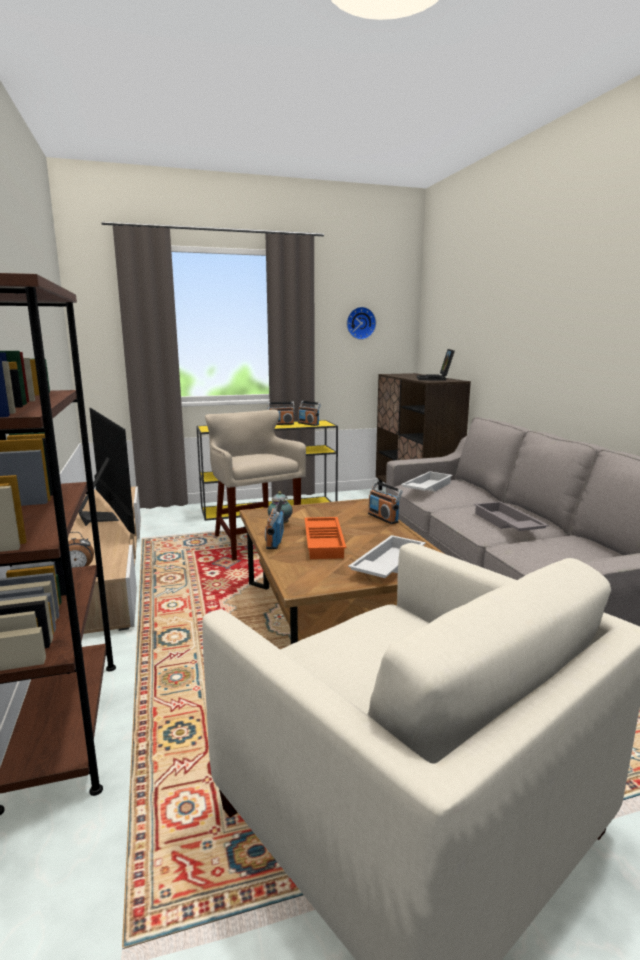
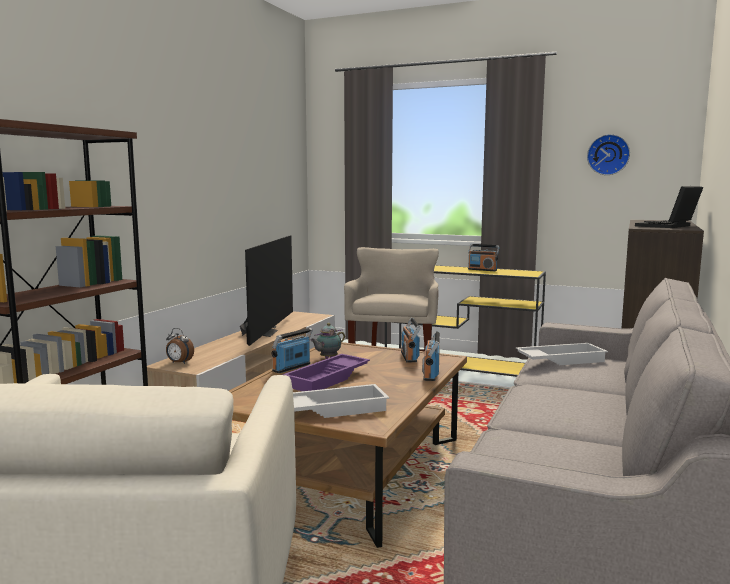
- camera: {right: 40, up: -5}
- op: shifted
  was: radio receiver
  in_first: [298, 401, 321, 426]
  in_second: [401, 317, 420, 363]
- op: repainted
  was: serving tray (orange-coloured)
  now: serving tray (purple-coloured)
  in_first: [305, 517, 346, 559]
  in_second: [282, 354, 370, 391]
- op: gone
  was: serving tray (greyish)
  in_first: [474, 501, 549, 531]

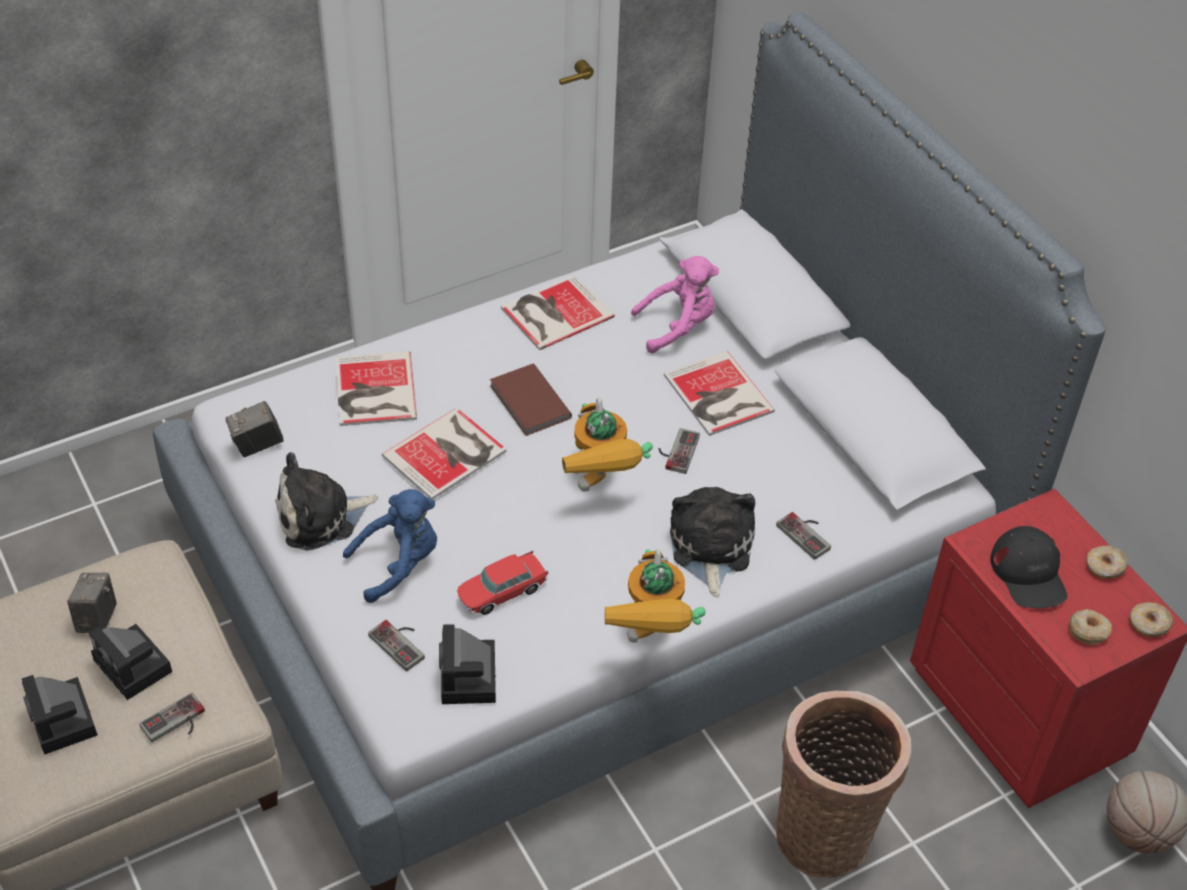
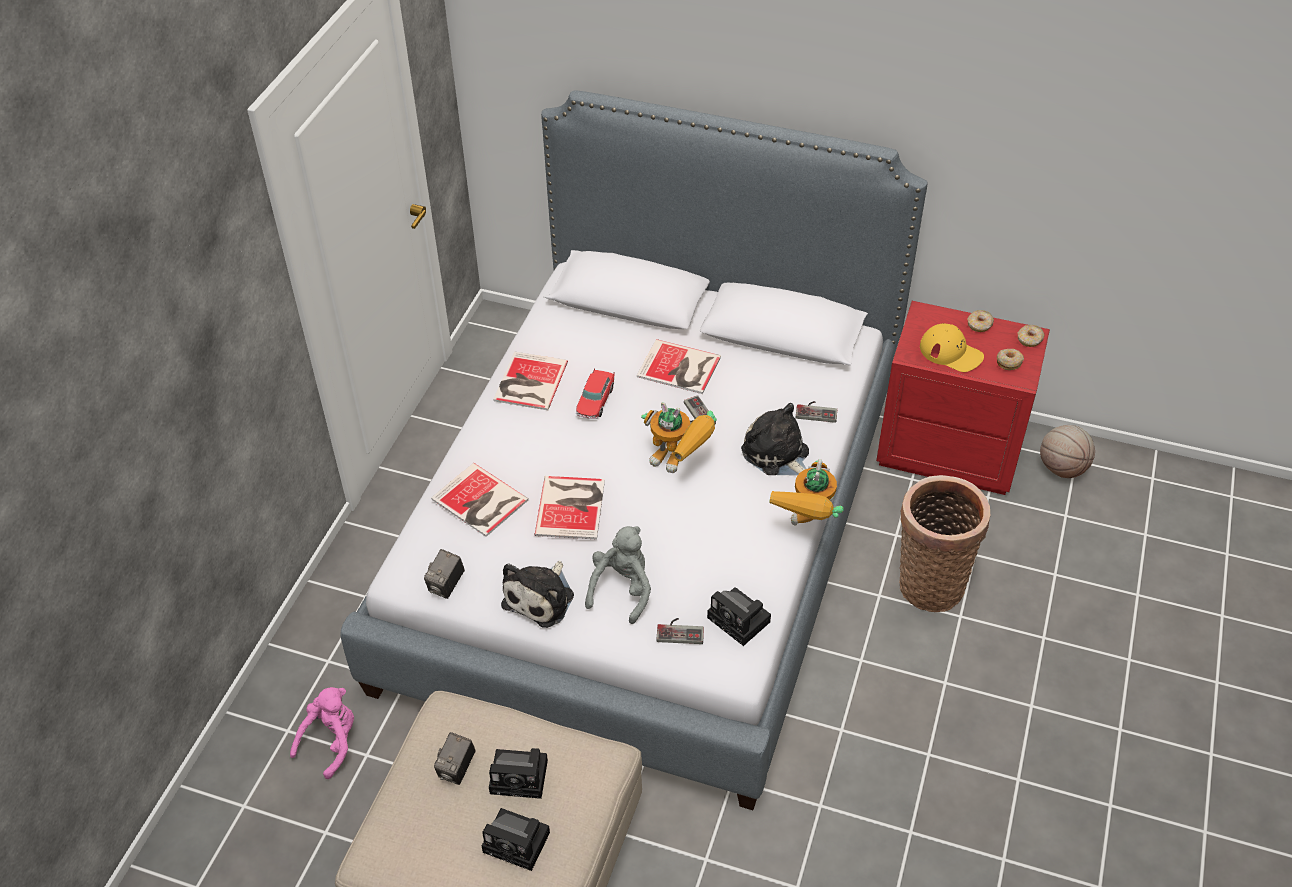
- camera: {right: -40, up: 0}
- op: rotated
  was: photo camera
  in_first: [67, 573, 117, 633]
  in_second: [434, 732, 476, 785]
  clockwise: -120
- op: gone
  was: gamepad
  in_first: [139, 693, 205, 742]
- op: repainted
  was: soft toy (blue-coloured)
  now: soft toy (greyish)
  in_first: [343, 489, 437, 603]
  in_second: [585, 526, 651, 624]
- op: shifted
  was: model car
  in_first: [457, 551, 548, 615]
  in_second: [576, 368, 615, 419]
- op: gone
  was: volume (brown-coloured)
  in_first: [490, 363, 572, 436]
- op: rotated
  was: model robot
  in_first: [605, 549, 706, 643]
  in_second: [769, 459, 844, 525]
  clockwise: 60
- op: shifted
  was: soft toy (pinkish)
  in_first: [631, 256, 719, 353]
  in_second: [290, 687, 354, 779]
- op: repainted
  was: cap (black)
  now: cap (yellow-coloured)
  in_first: [991, 526, 1068, 608]
  in_second: [920, 323, 984, 372]

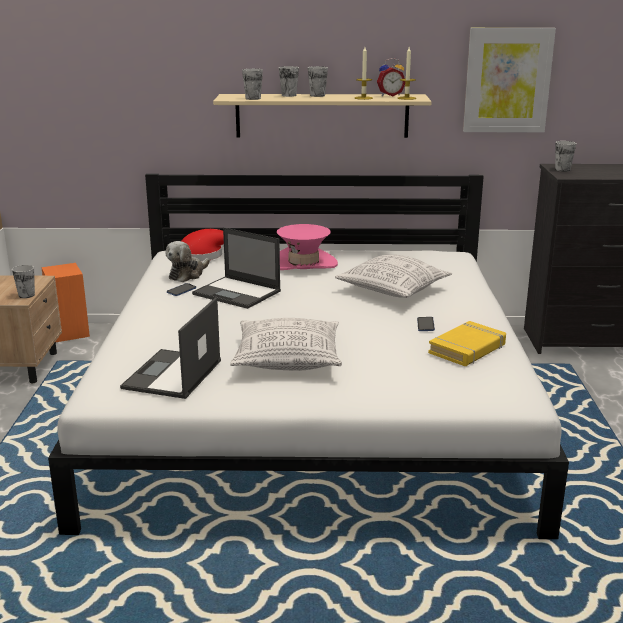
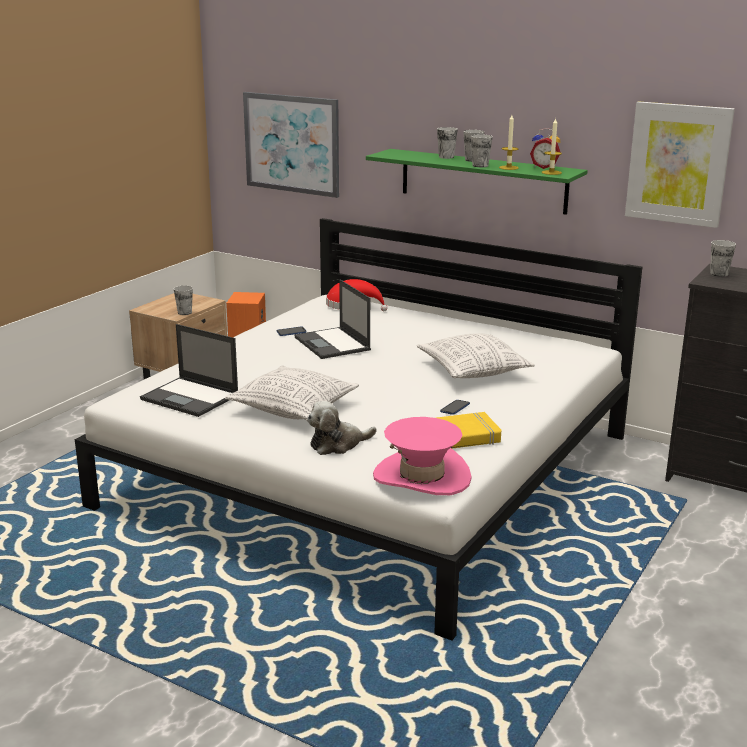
- camera: {right: 30, up: 0}
- op: rotated
  was: portable computer
  in_first: [120, 297, 221, 399]
  in_second: [140, 324, 238, 417]
  clockwise: -105
- op: shifted
  was: soft toy
  in_first: [165, 241, 210, 282]
  in_second: [307, 401, 377, 455]
- op: repainted
  was: shelf (beige)
  now: shelf (green)
  in_first: [213, 94, 431, 138]
  in_second: [366, 149, 588, 215]
- op: shifted
  was: drinking cup
  in_first: [242, 69, 263, 100]
  in_second: [471, 134, 493, 167]
- op: shifted
  was: clothing hat (pinkish)
  in_first: [277, 224, 338, 270]
  in_second: [373, 417, 472, 495]
- op: new
  now: wall picture
  in_second: [243, 92, 339, 198]

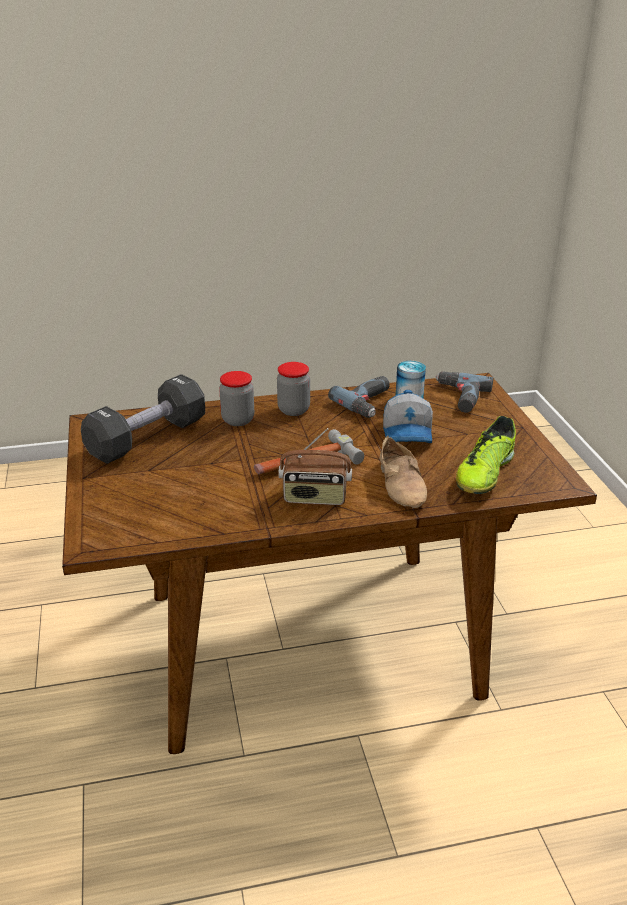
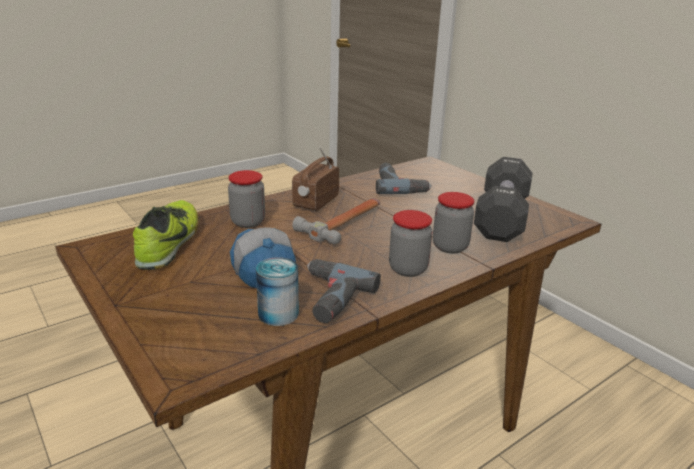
- camera: {right: 155, up: -5}
- op: rotated
  was: radio receiver
  in_first: [278, 428, 352, 505]
  in_second: [292, 147, 339, 211]
  clockwise: -45
- op: swapped
  was: low shoe (beige)
  now: jar
  in_first: [380, 436, 427, 508]
  in_second: [228, 170, 265, 228]
- op: shifted
  was: drill
  in_first: [435, 371, 493, 413]
  in_second: [376, 163, 432, 194]

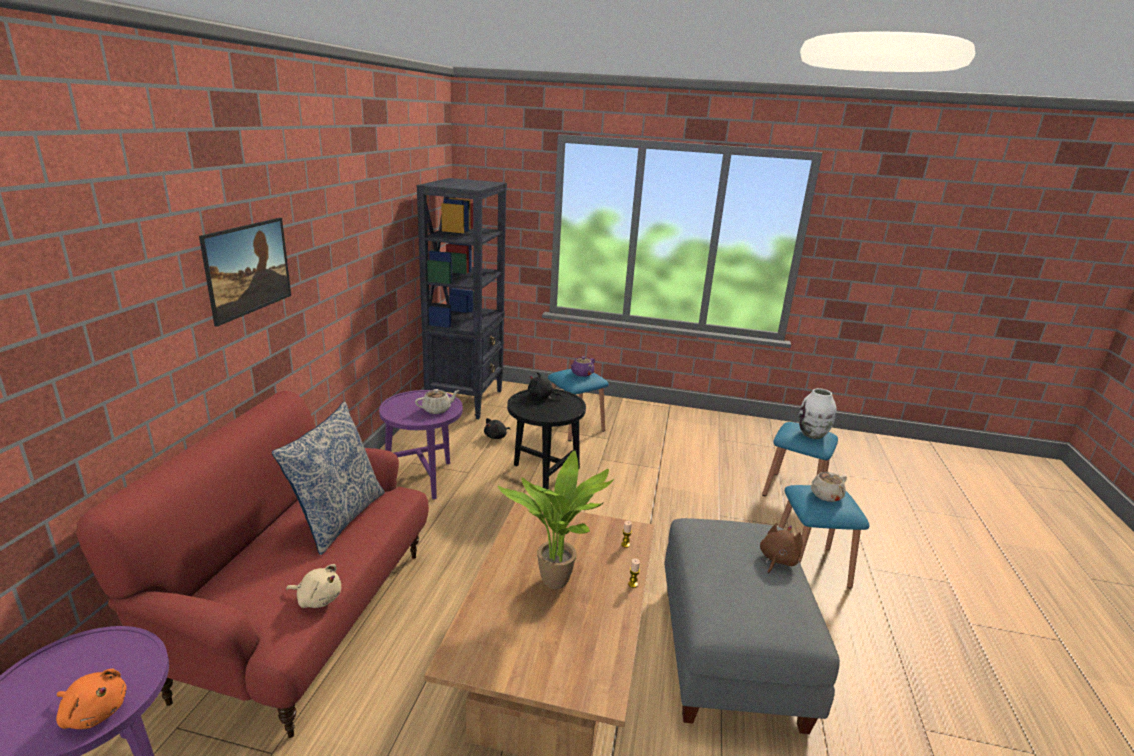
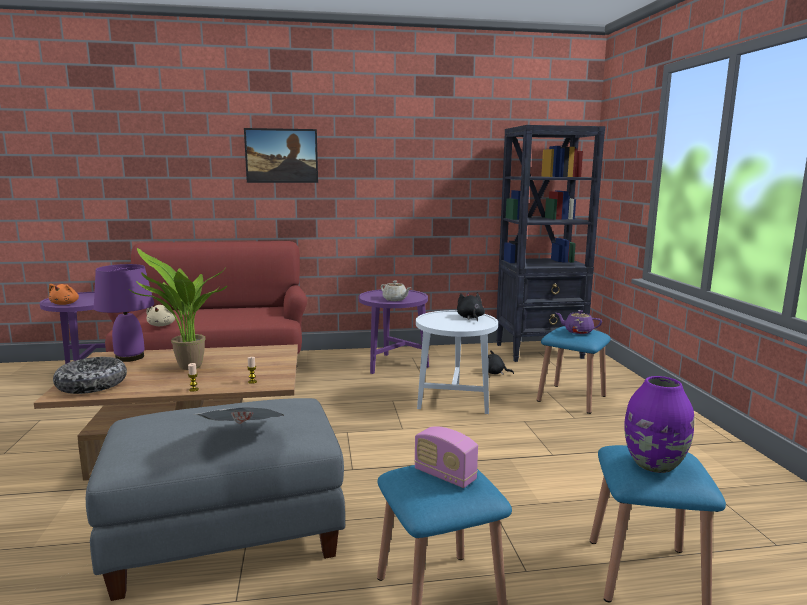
- camera: {right: 70, up: -10}
- op: gone
  was: cushion
  in_first: [272, 402, 385, 555]
- op: repainted
  was: side table (black)
  now: side table (whitish)
  in_first: [507, 389, 586, 495]
  in_second: [416, 310, 498, 414]
- op: swapped
  was: soft toy (brown-coloured)
  now: newspaper
  in_first: [760, 523, 803, 574]
  in_second: [195, 407, 284, 424]
- op: repainted
  was: decorative vase (whitish)
  now: decorative vase (purple-coloured)
  in_first: [799, 388, 837, 439]
  in_second: [624, 376, 694, 473]
- op: swapped
  was: teapot (beige)
  now: radio receiver
  in_first: [811, 472, 847, 502]
  in_second: [414, 427, 478, 488]
- op: new
  now: serving bowl
  in_second: [53, 357, 127, 394]
- op: new
  now: tabletop lamp (purple-coloured)
  in_second: [94, 264, 154, 362]

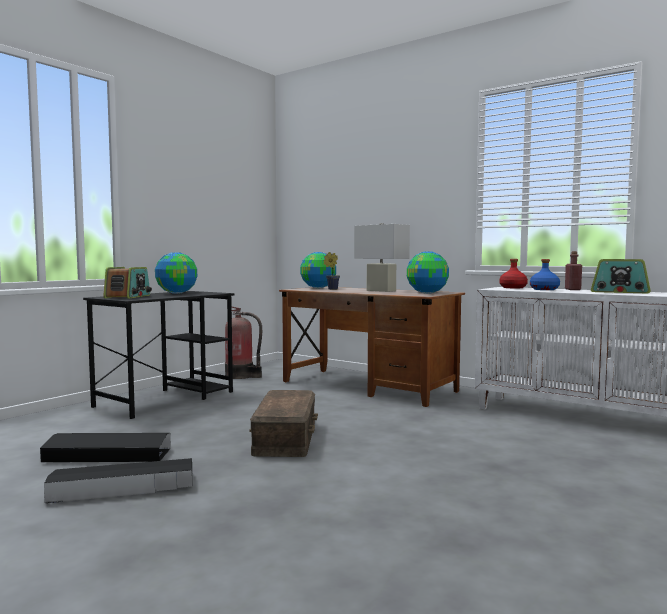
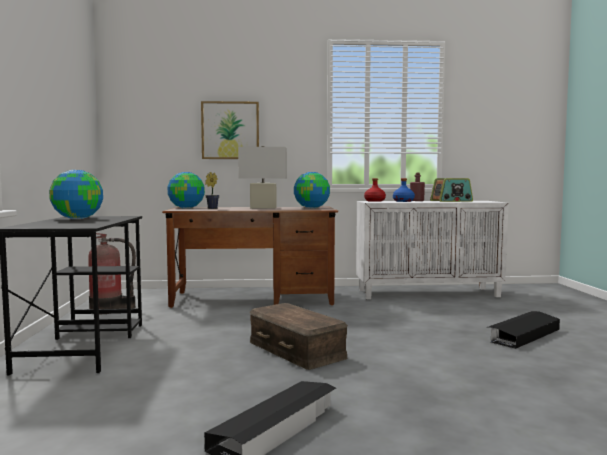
- camera: {right: -40, up: 0}
- op: shifted
  was: storage box (black)
  in_first: [40, 433, 171, 462]
  in_second: [488, 311, 560, 349]
- op: gone
  was: radio receiver
  in_first: [103, 267, 152, 299]
- op: new
  now: wall picture
  in_second: [201, 101, 259, 159]

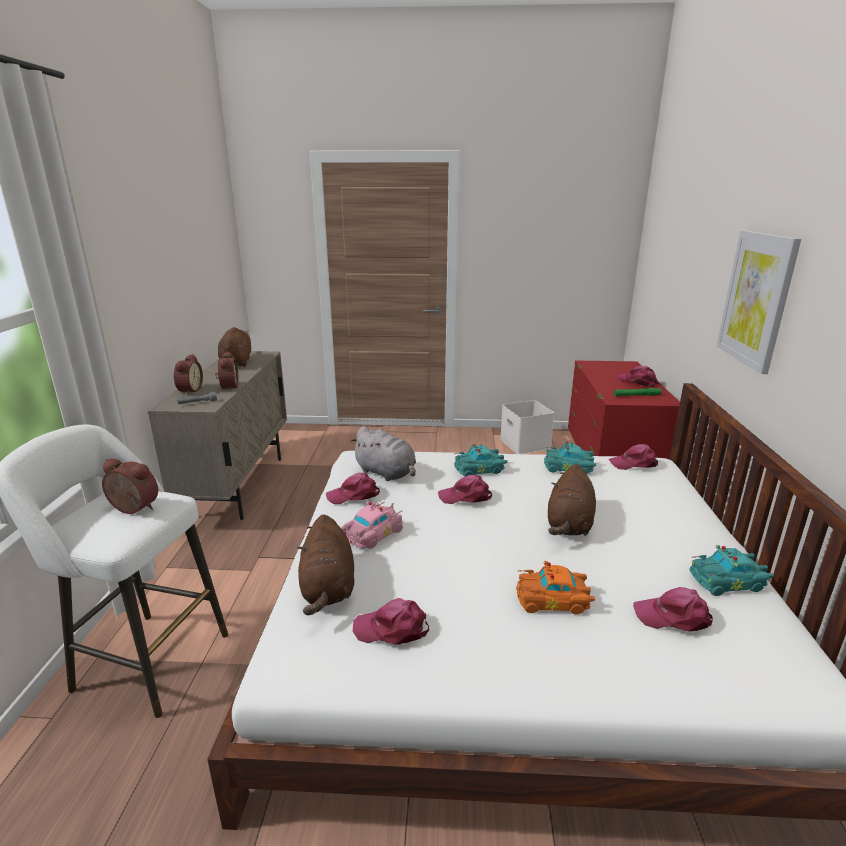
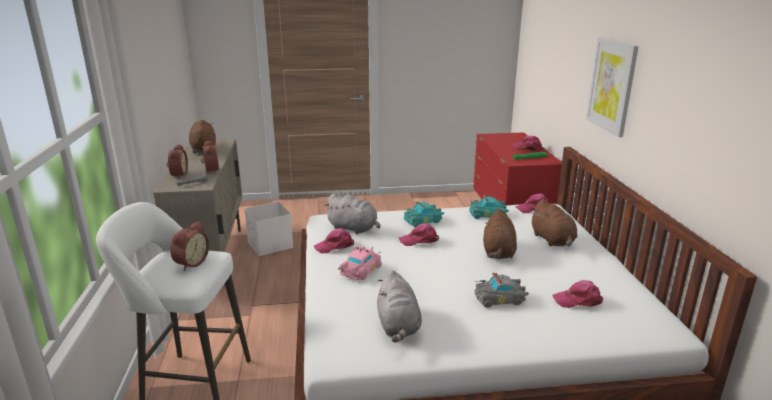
- camera: {right: -10, up: 0}
- op: rotated
  was: bedside clock
  in_first: [102, 458, 158, 514]
  in_second: [170, 221, 209, 271]
  clockwise: 105
- op: shifted
  was: soft toy (brown-coloured)
  in_first: [297, 514, 354, 615]
  in_second: [530, 199, 577, 246]
- op: swapped
  was: cap (pinkish)
  now: soft toy (greyish)
  in_first: [353, 598, 429, 645]
  in_second: [377, 270, 422, 343]
- op: shifted
  was: storage box (whitish)
  in_first: [500, 400, 554, 454]
  in_second: [244, 202, 293, 256]
- op: repainted
  was: model car (orange-coloured)
  now: model car (greyish)
  in_first: [516, 561, 595, 614]
  in_second: [475, 273, 529, 308]
- op: gone
  was: model car (blue-green)
  in_first: [689, 545, 774, 596]

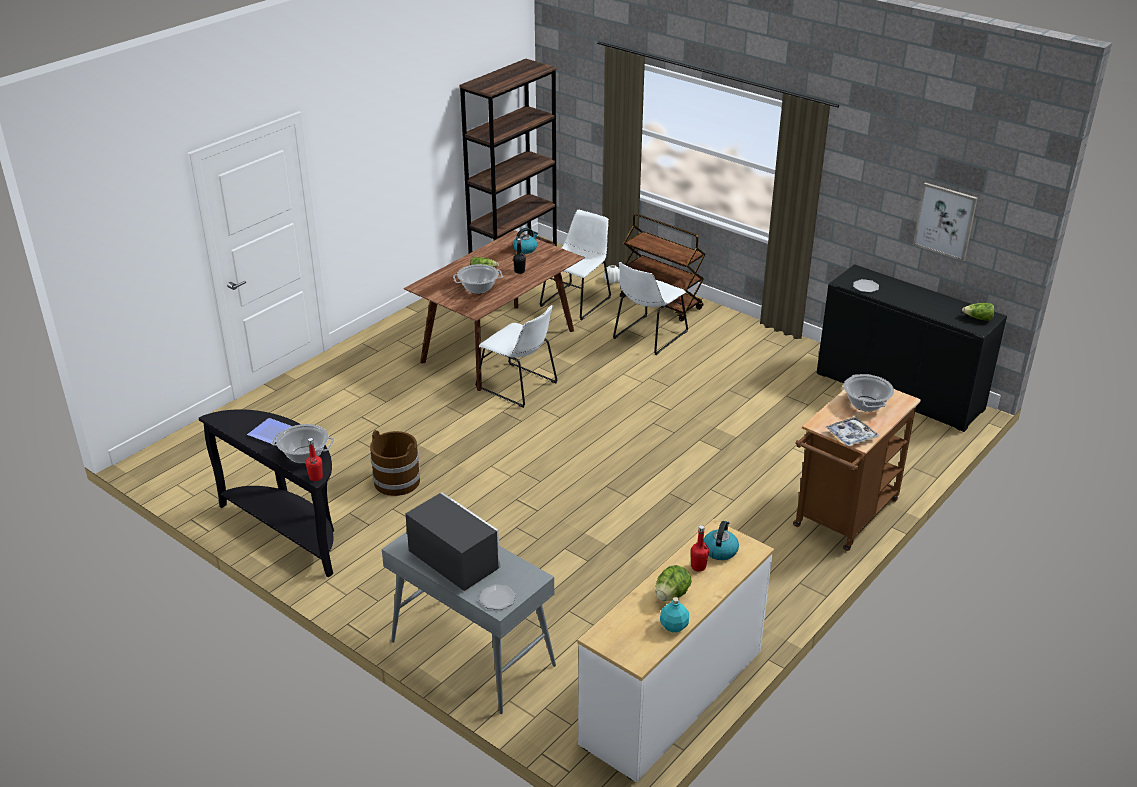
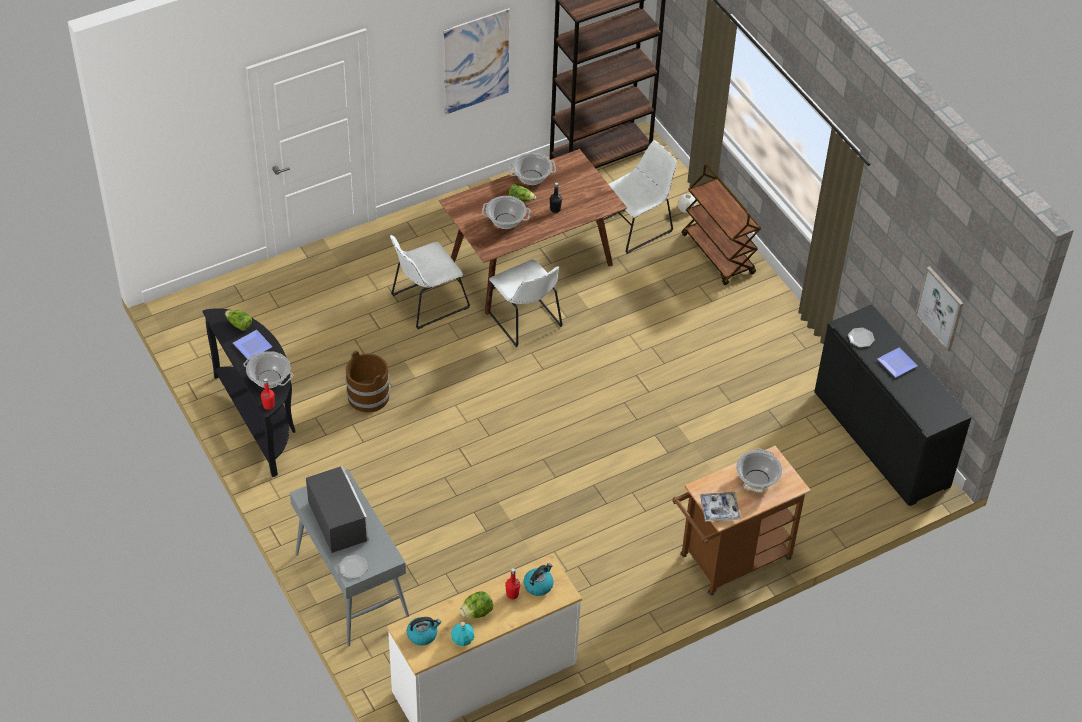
- camera: {right: 20, up: 15}
- op: shifted
  was: tea kettle
  in_first: [513, 228, 538, 254]
  in_second: [407, 617, 441, 646]
- op: shifted
  was: chair (whitish)
  in_first: [613, 262, 688, 355]
  in_second: [390, 235, 470, 329]
- op: shifted
  was: head of lettuce
  in_first: [962, 303, 995, 321]
  in_second: [225, 310, 252, 331]
- op: new
  now: wall picture
  in_second: [444, 8, 510, 115]
- op: new
  now: stockpot
  in_second: [508, 153, 556, 185]
- op: new
  now: dinner plate
  in_second: [877, 348, 918, 377]

